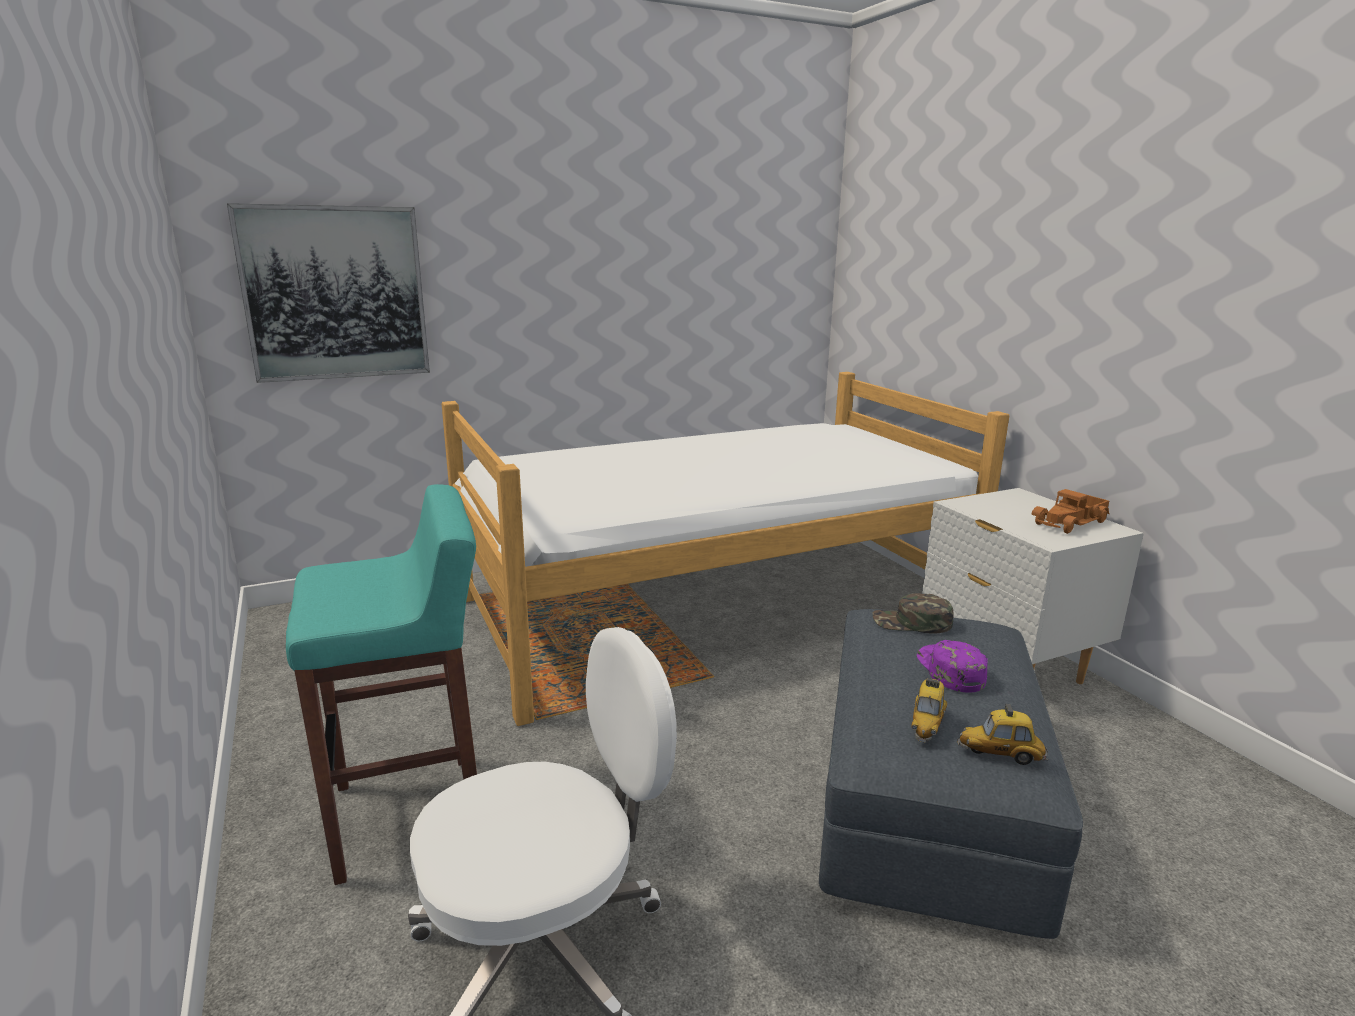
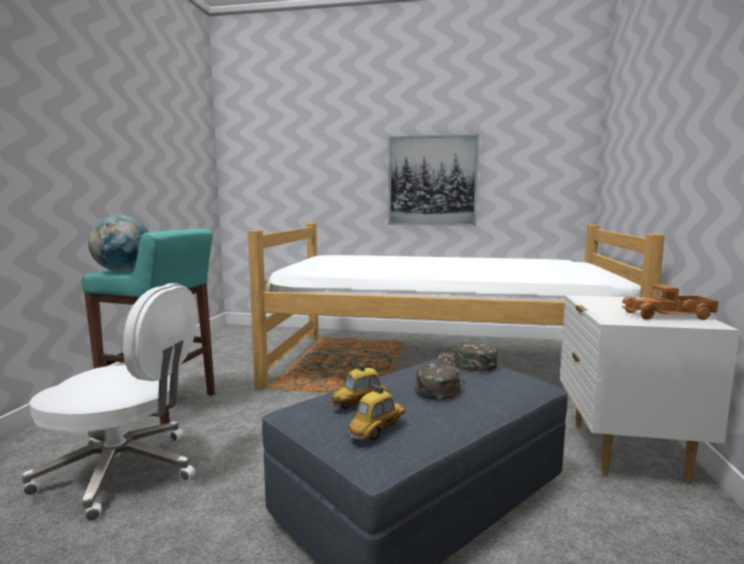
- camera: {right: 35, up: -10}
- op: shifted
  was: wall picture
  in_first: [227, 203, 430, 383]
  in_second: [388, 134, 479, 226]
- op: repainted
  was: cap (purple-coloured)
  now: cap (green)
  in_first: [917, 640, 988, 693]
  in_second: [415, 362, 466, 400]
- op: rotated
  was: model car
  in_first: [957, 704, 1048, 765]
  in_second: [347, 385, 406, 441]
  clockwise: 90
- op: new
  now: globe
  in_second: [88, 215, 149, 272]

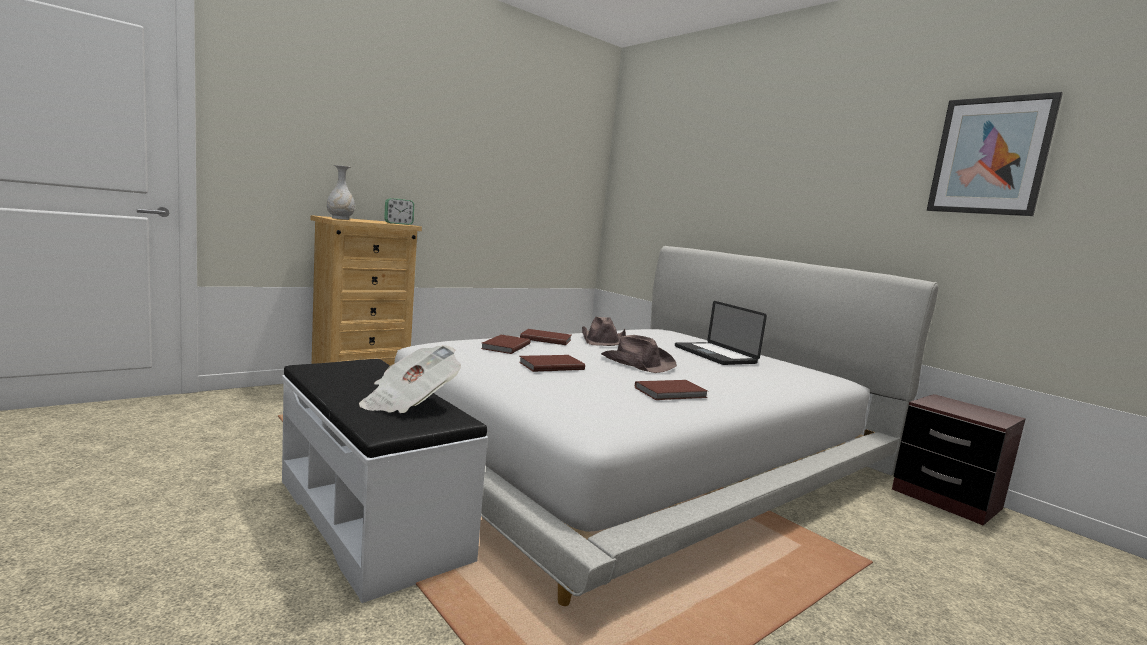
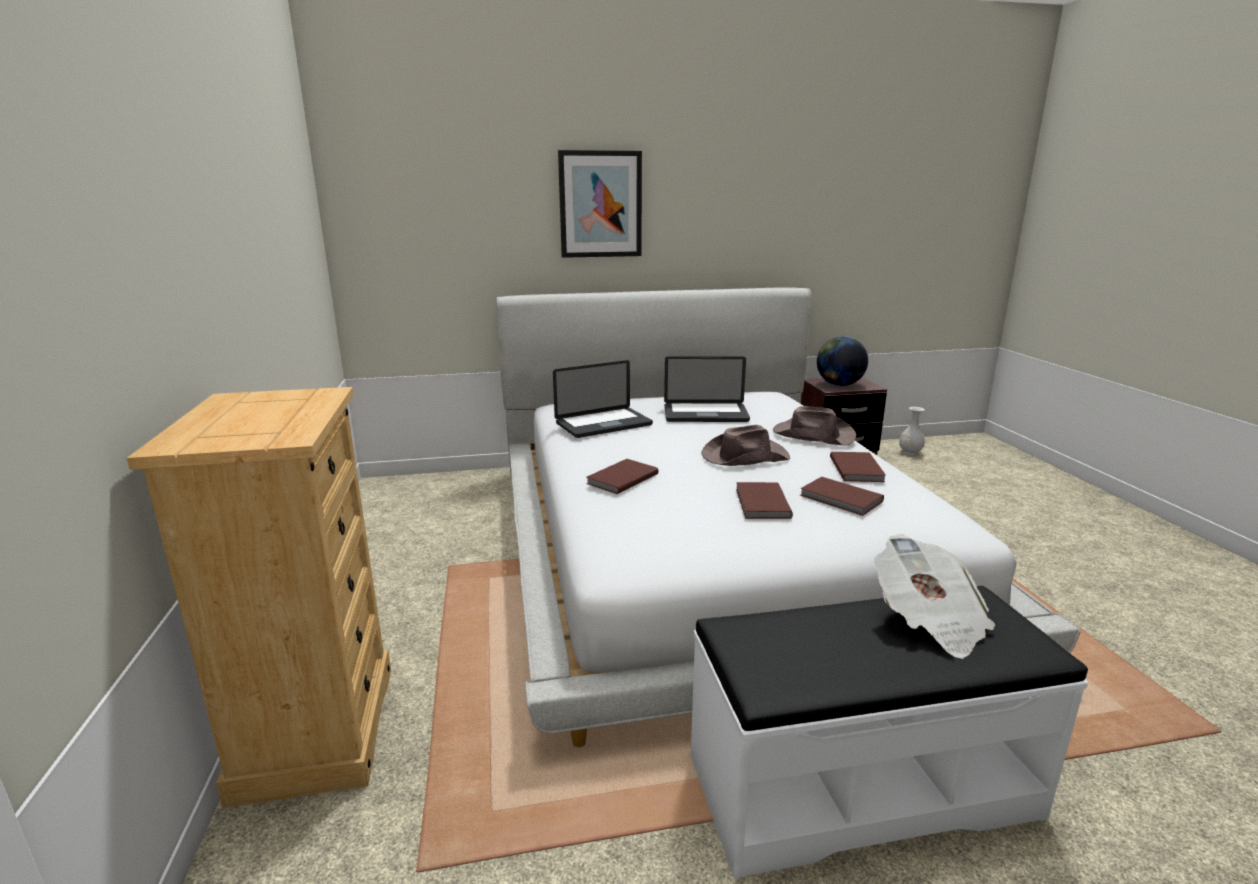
- camera: {right: -60, up: 10}
- op: shifted
  was: decorative vase (whitish)
  in_first: [327, 165, 355, 220]
  in_second: [899, 407, 925, 455]
- op: gone
  was: bedside clock
  in_first: [384, 198, 414, 225]
- op: shifted
  was: volume (brown-coloured)
  in_first: [481, 335, 530, 354]
  in_second: [800, 477, 884, 516]
- op: shifted
  was: clothing hat (brown-coloured)
  in_first: [582, 317, 626, 346]
  in_second: [773, 406, 856, 445]
- op: shifted
  was: wall picture
  in_first: [927, 92, 1063, 216]
  in_second: [558, 150, 642, 258]
- op: new
  now: portable computer
  in_second: [553, 360, 653, 438]
- op: new
  now: globe
  in_second: [817, 337, 868, 386]

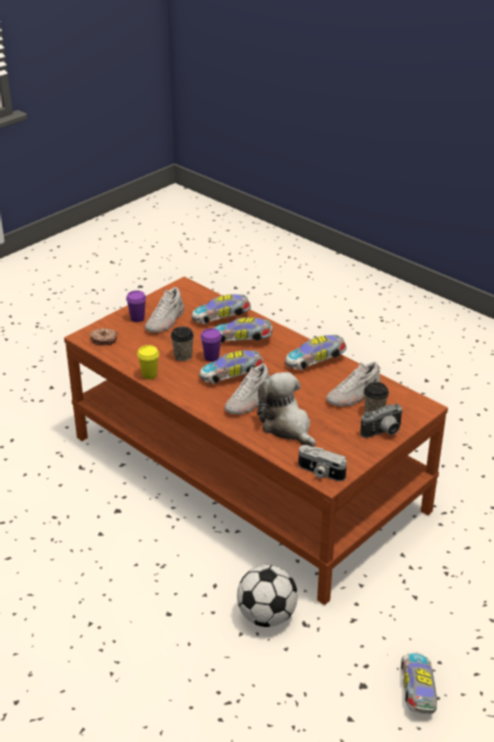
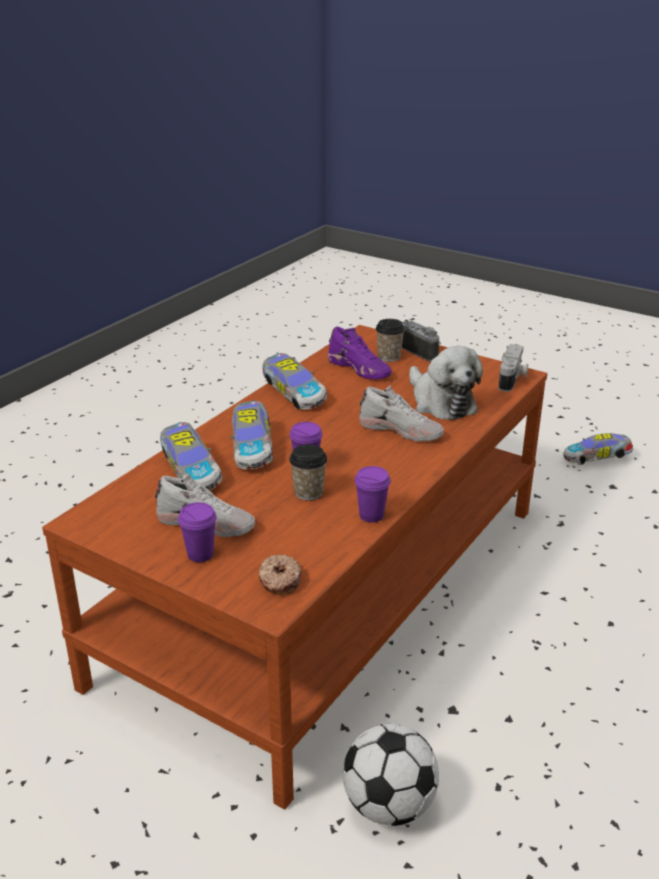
- camera: {right: -100, up: -5}
- op: repainted
  was: drinking cup (yellow-coloured)
  now: drinking cup (purple-coloured)
  in_first: [137, 345, 159, 380]
  in_second: [355, 466, 391, 523]
- op: gone
  was: model car
  in_first: [199, 350, 263, 384]
- op: shifted
  was: football
  in_first: [237, 565, 298, 627]
  in_second: [343, 724, 439, 826]
- op: rotated
  was: soft toy
  in_first: [257, 372, 316, 447]
  in_second: [409, 346, 483, 420]
  clockwise: -75
- op: repainted
  was: low shoe (whitish)
  now: low shoe (purple-coloured)
  in_first: [326, 362, 381, 406]
  in_second: [328, 326, 392, 380]

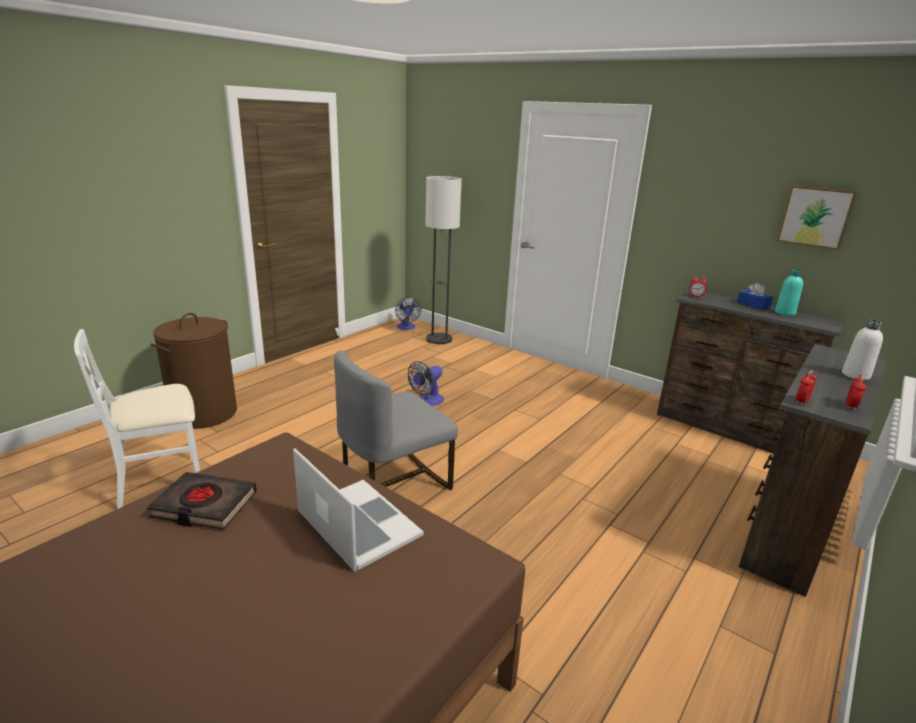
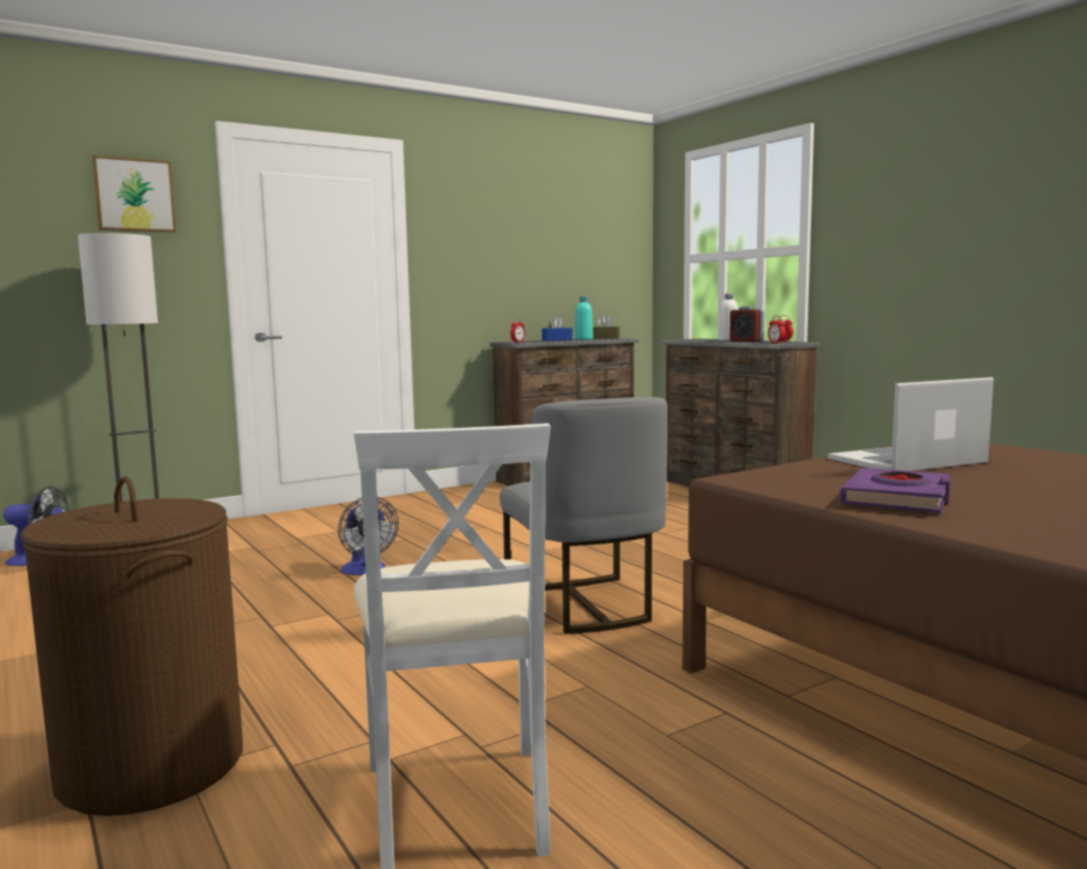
- camera: {right: -70, up: -15}
- op: repainted
  was: volume (black)
  now: volume (purple-coloured)
  in_first: [147, 472, 257, 530]
  in_second: [840, 468, 950, 513]
- op: shifted
  was: wall picture
  in_first: [777, 185, 857, 250]
  in_second: [92, 155, 176, 232]
- op: new
  now: tissue holder (brown-coloured)
  in_second: [593, 315, 620, 339]
- op: new
  now: bedside clock
  in_second: [730, 306, 764, 342]

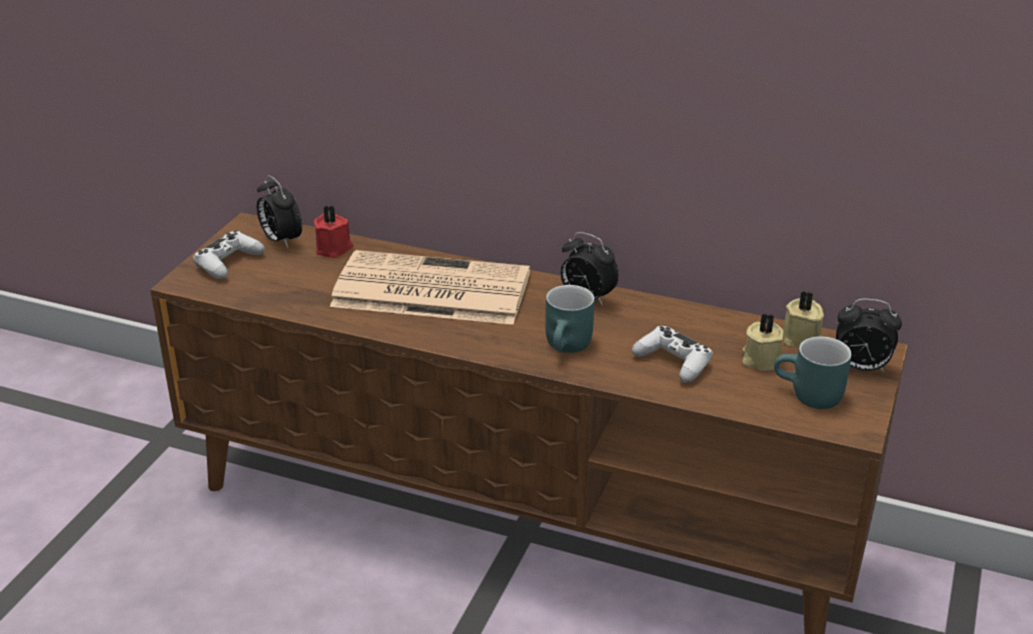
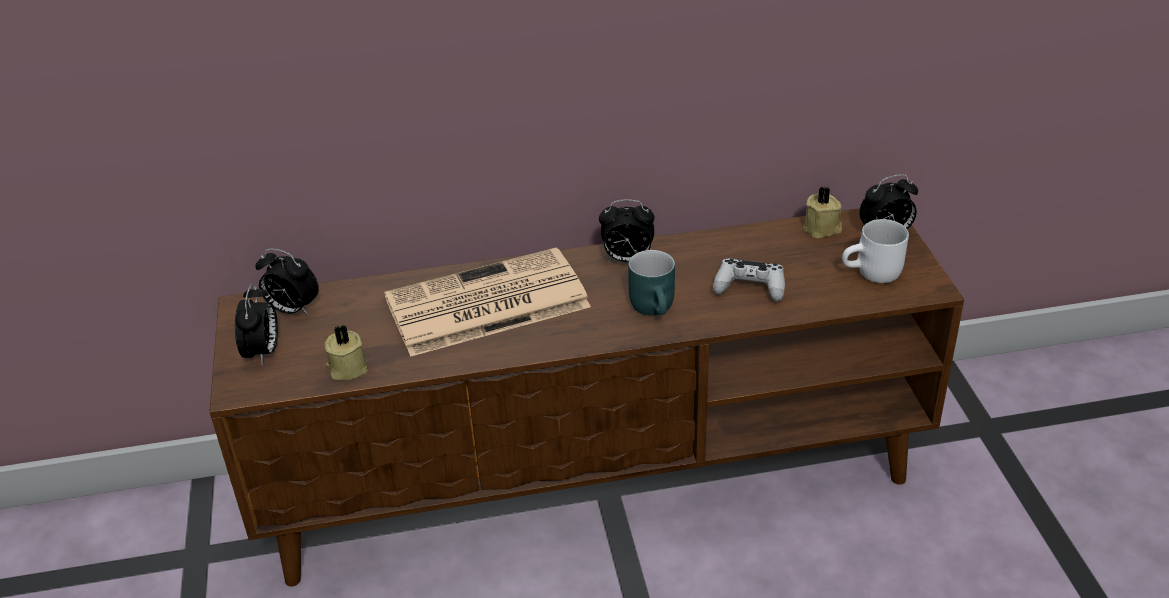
- camera: {right: -30, up: 5}
- op: swapped
  was: gamepad (whitish)
  now: bedside clock
  in_first: [193, 230, 265, 279]
  in_second: [235, 284, 278, 365]
- op: gone
  was: wax candle (reddish)
  in_first: [314, 205, 353, 258]
- op: shifted
  was: wax candle (beige)
  in_first: [742, 314, 784, 371]
  in_second: [325, 325, 368, 380]
- op: repainted
  was: coffee mug (blue-green)
  now: coffee mug (whitish)
  in_first: [774, 336, 852, 409]
  in_second: [842, 219, 909, 283]

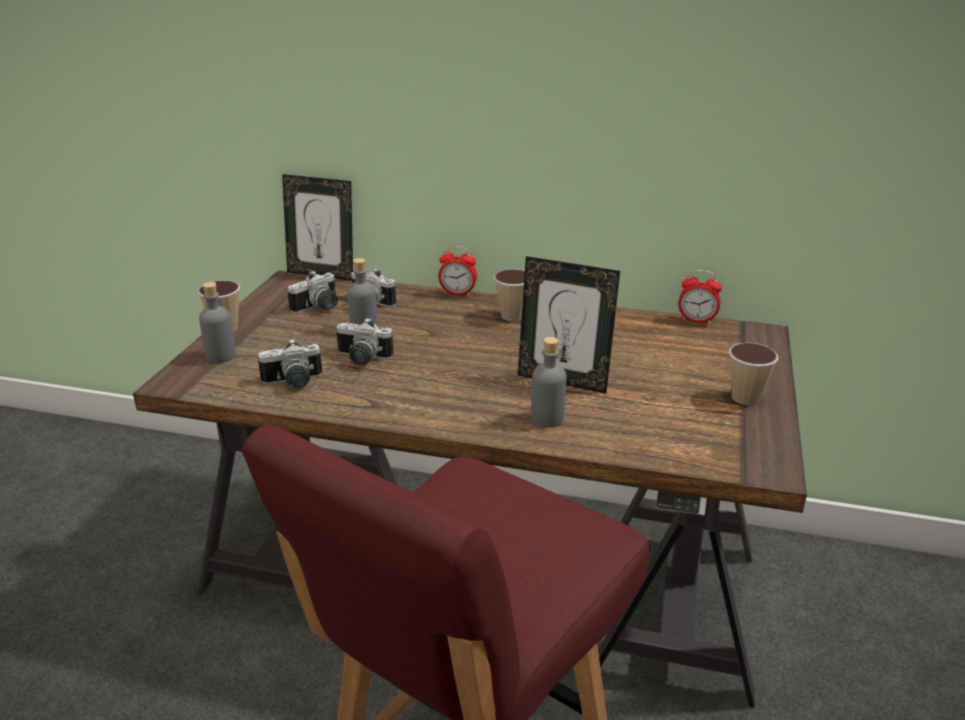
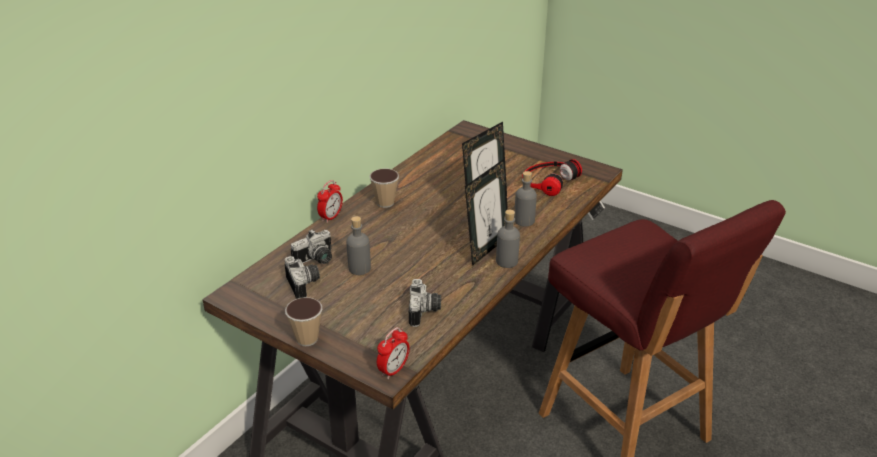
- camera: {right: -70, up: 5}
- op: shifted
  was: drink bottle (greyish)
  in_first: [199, 282, 236, 363]
  in_second: [496, 210, 520, 268]
- op: shifted
  was: standing frame
  in_first: [282, 174, 353, 281]
  in_second: [465, 159, 508, 266]
- op: gone
  was: photo camera
  in_first: [336, 318, 394, 365]
- op: shifted
  was: bedside clock
  in_first: [678, 270, 722, 324]
  in_second: [377, 327, 410, 379]
- op: gone
  was: drinking cup
  in_first: [729, 343, 778, 405]
- op: new
  now: headset
  in_second: [522, 159, 582, 196]

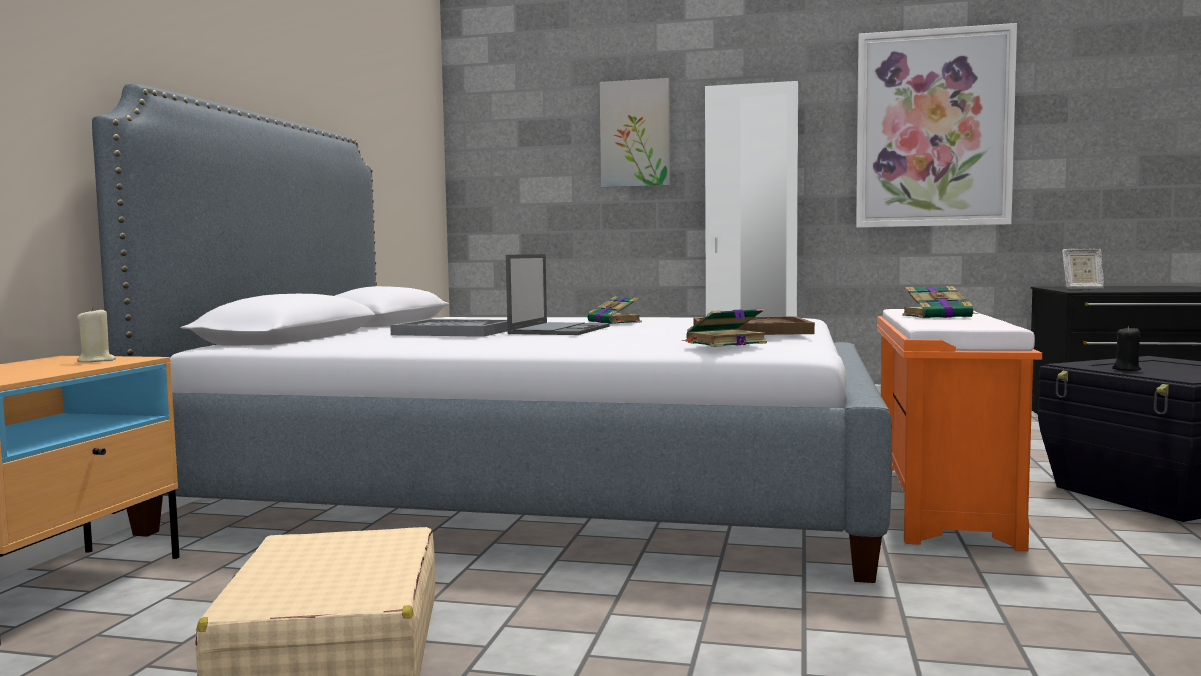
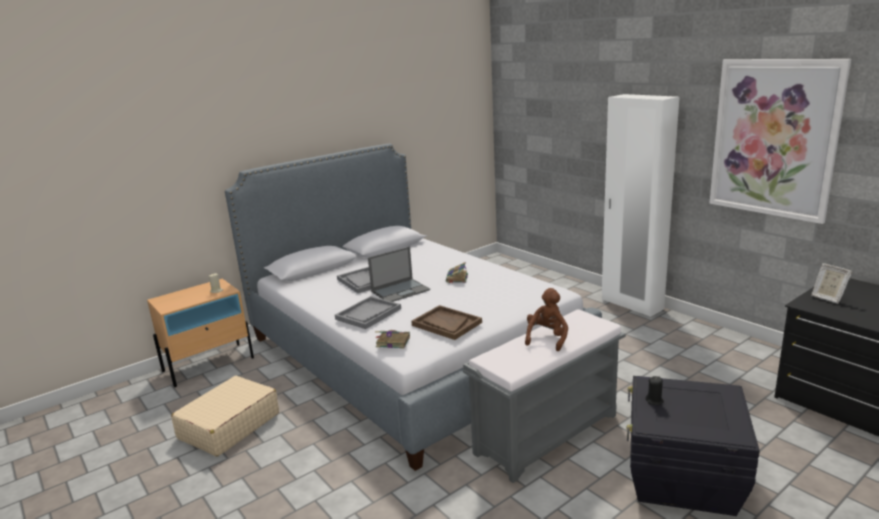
- camera: {right: 40, up: 15}
- op: gone
  was: wall picture
  in_first: [600, 78, 670, 188]
- op: repainted
  was: long seat (orange-coloured)
  now: long seat (greyish)
  in_first: [877, 309, 1042, 551]
  in_second: [463, 309, 626, 483]
- op: swapped
  was: volume
  now: soft toy (brown-coloured)
  in_first: [902, 286, 977, 318]
  in_second: [525, 288, 568, 351]
- op: new
  now: serving tray (greyish)
  in_second: [335, 296, 401, 329]

